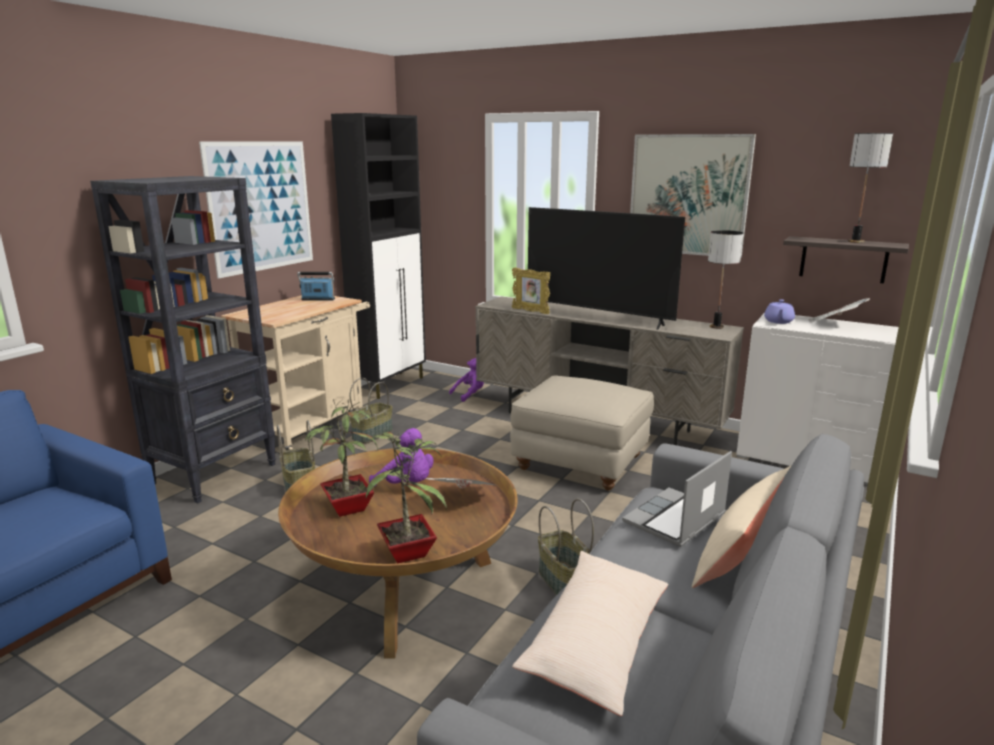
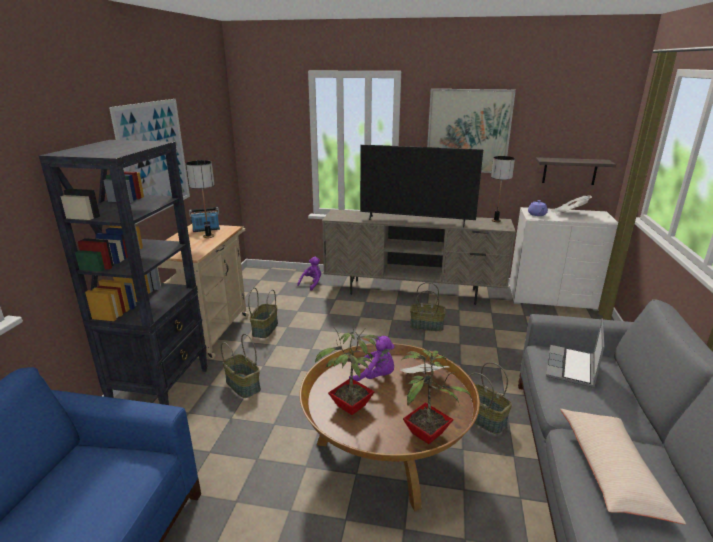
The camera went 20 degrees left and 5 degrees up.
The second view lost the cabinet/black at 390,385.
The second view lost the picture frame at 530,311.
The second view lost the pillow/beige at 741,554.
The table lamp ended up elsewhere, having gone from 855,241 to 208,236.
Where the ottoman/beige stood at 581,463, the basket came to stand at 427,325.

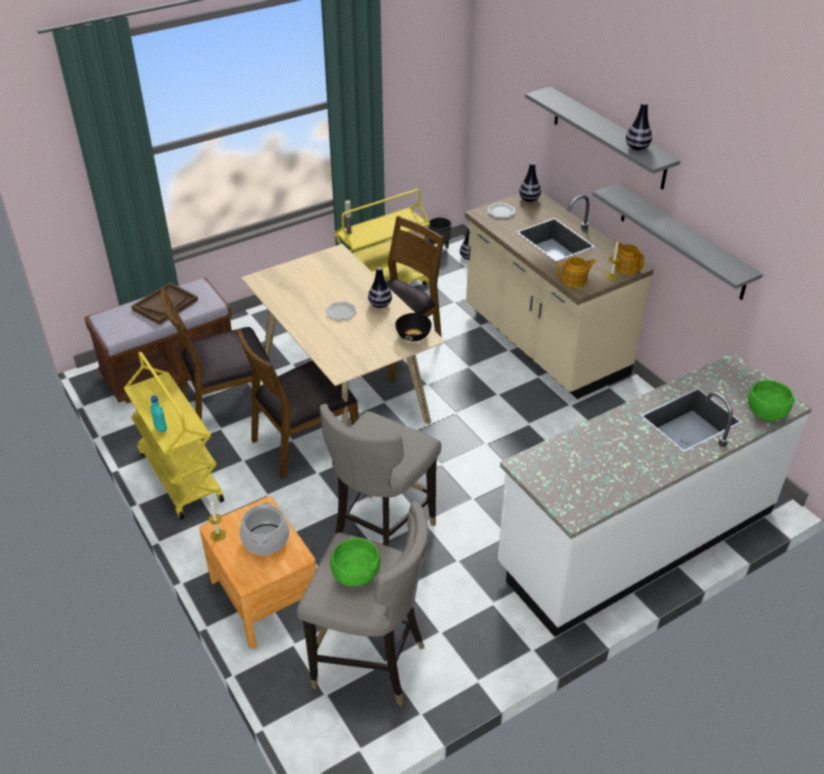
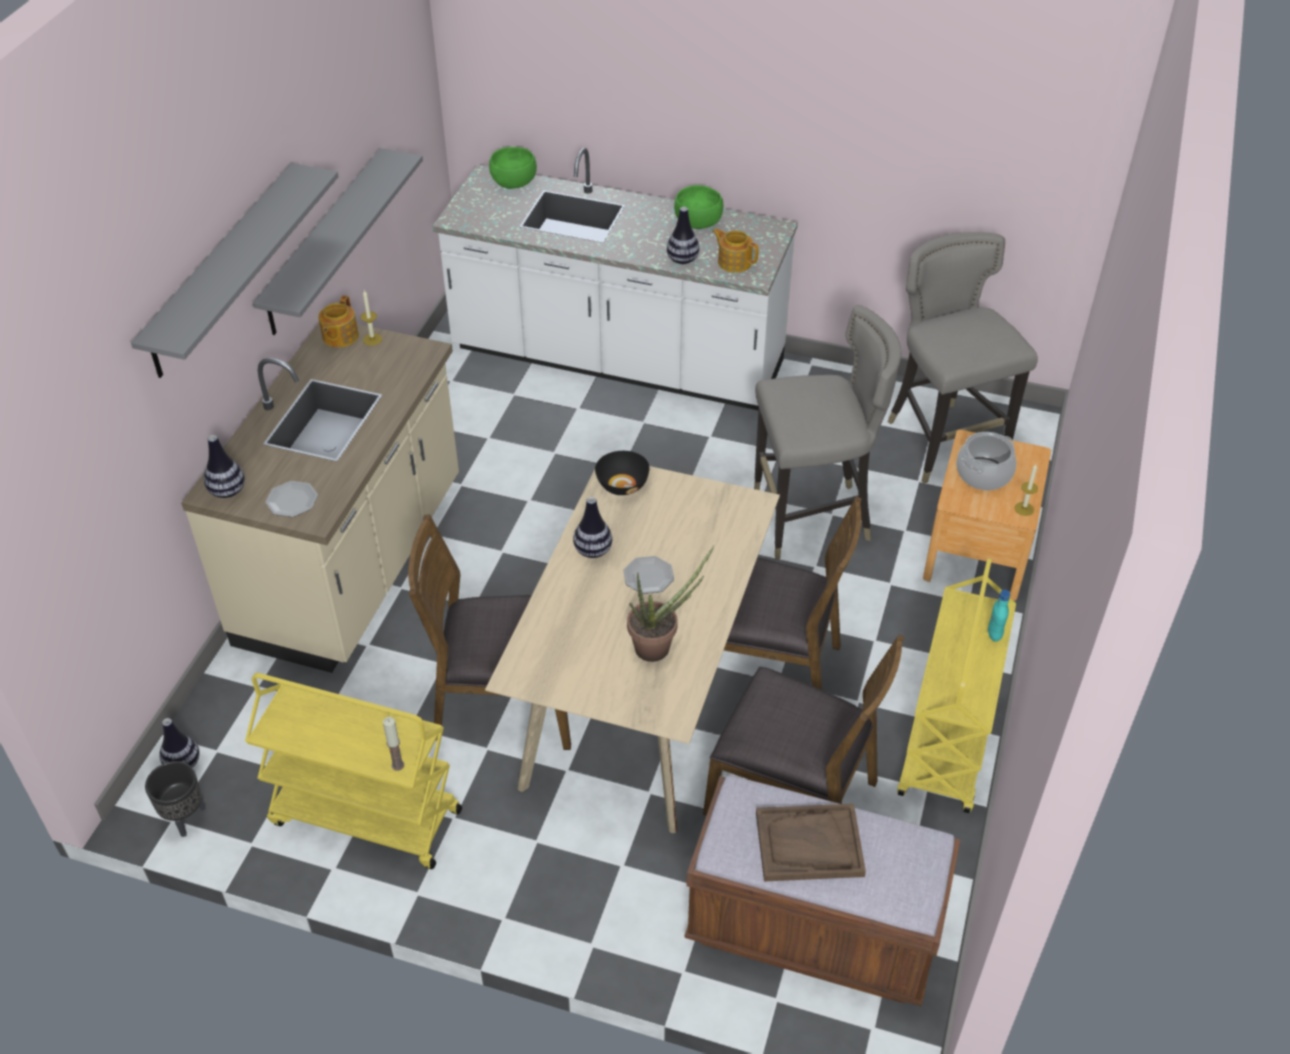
The camera went 130 degrees left and 5 degrees up.
The second view gained the potted plant at 660,646.
The bowl/green ended up elsewhere, having gone from 355,575 to 698,222.
The teapot ended up elsewhere, having gone from 575,280 to 734,262.
The vase ended up elsewhere, having gone from 637,148 to 682,260.

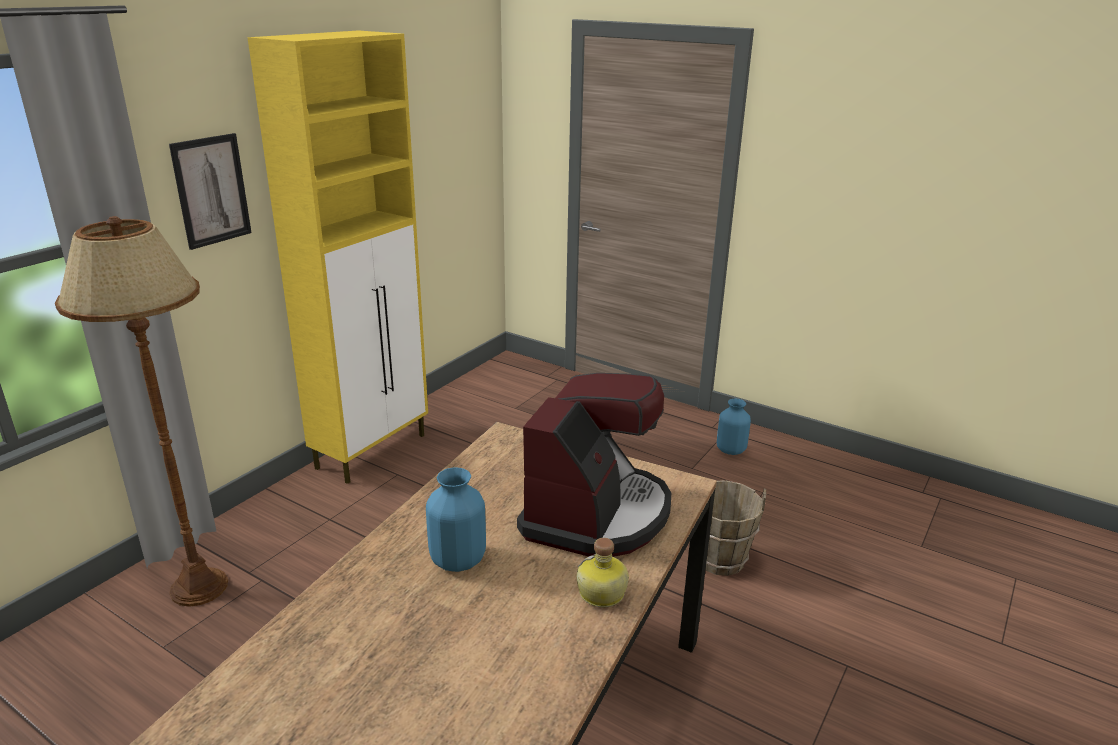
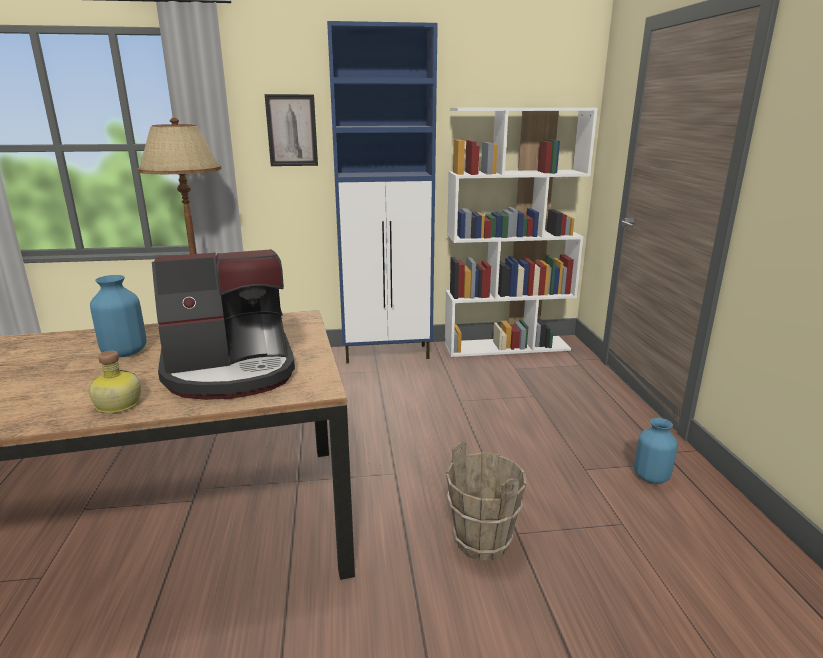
The camera went 50 degrees right and 5 degrees down.
The second view gained the bookcase/white at 507,346.
What was the cabinet/yellow at 373,451 turned into the cabinet/blue at 388,354.

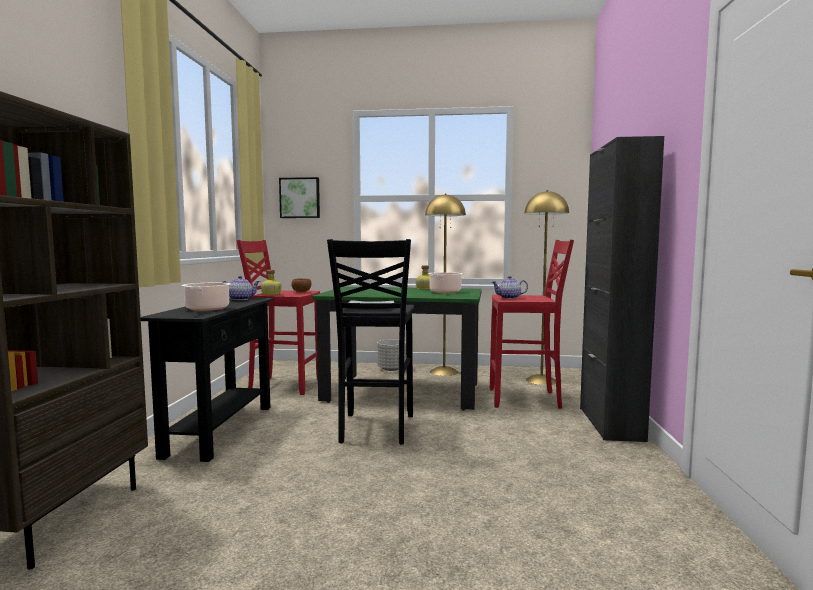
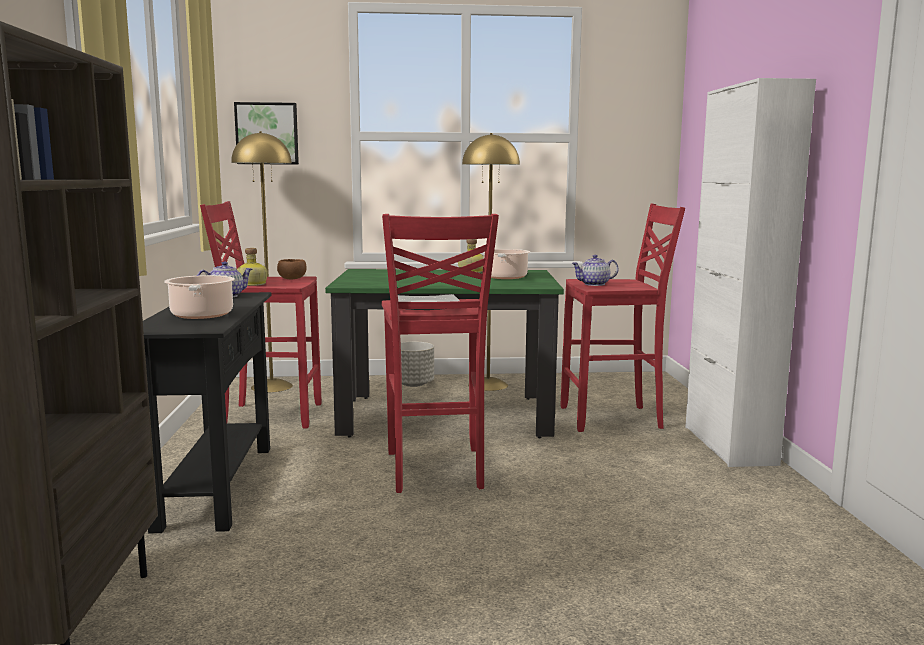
The camera went 10 degrees left and 5 degrees up.
The floor lamp/yellow ended up elsewhere, having gone from 541,380 to 272,386.
What was the stool/black at 375,429 turned into the stool/red at 435,471.
What was the cabinet/black at 610,423 turned into the cabinet/white at 729,445.

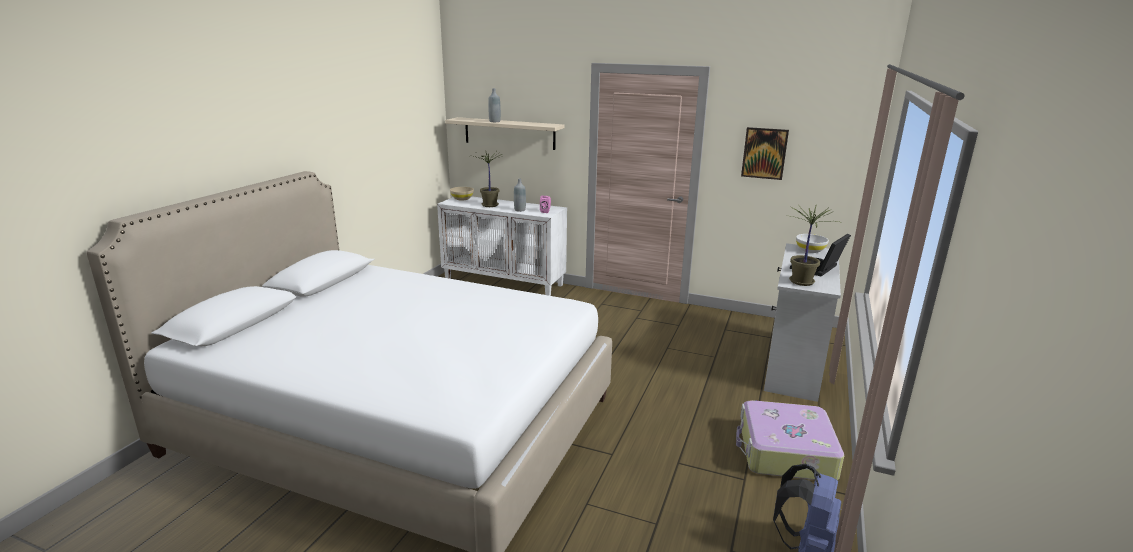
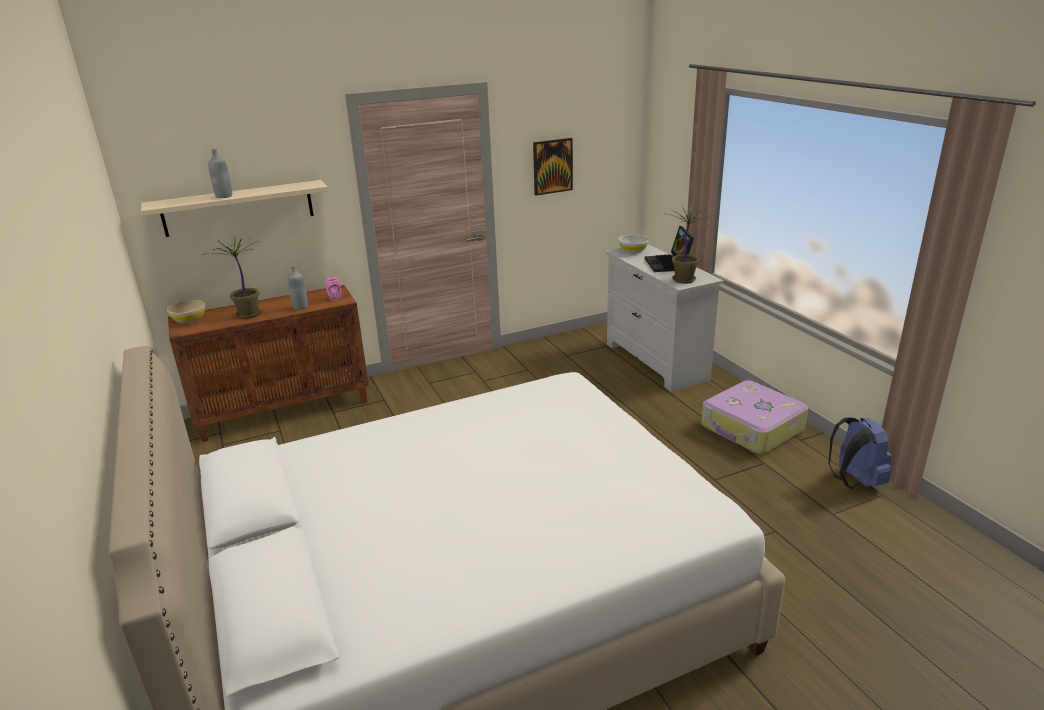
The camera went 45 degrees left and 5 degrees up.
What was the cabinet/white at 504,282 turned into the cabinet/brown at 285,409.

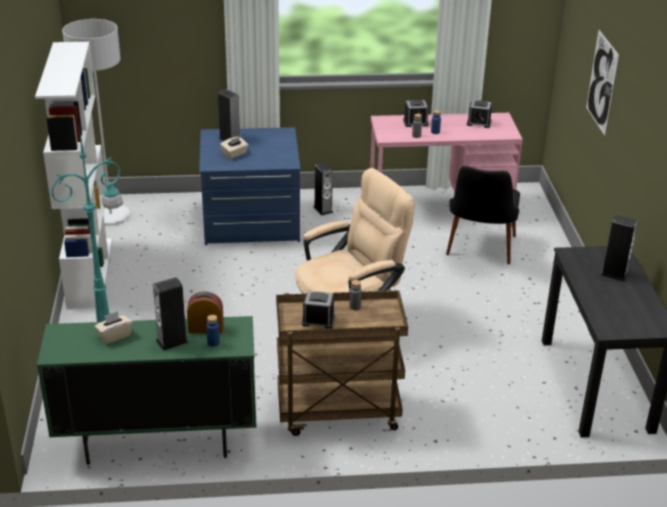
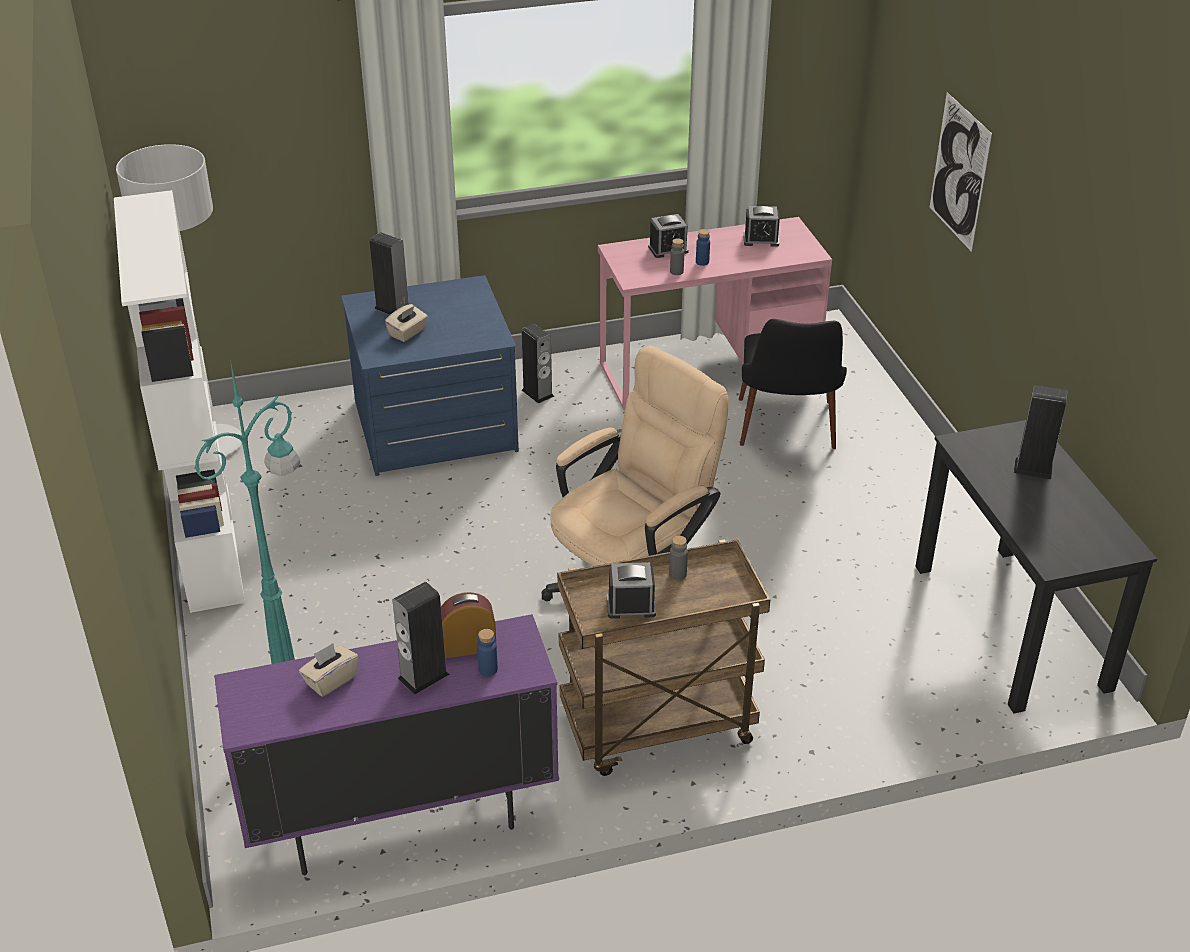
The camera went 10 degrees left and 5 degrees up.
What was the cabinet/green at 157,442 turned into the cabinet/purple at 401,819.

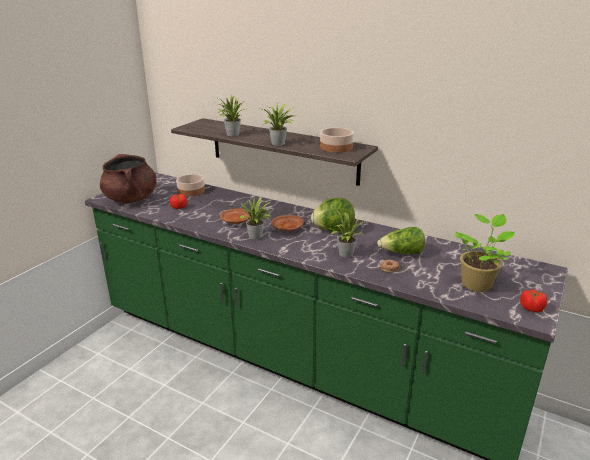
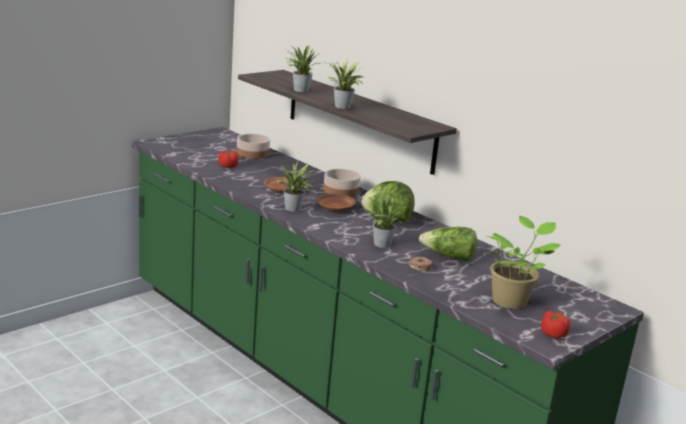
The camera went 15 degrees right and 5 degrees down.
The second view lost the cooking pot/brown at 131,199.
The bowl ended up elsewhere, having gone from 336,147 to 341,190.

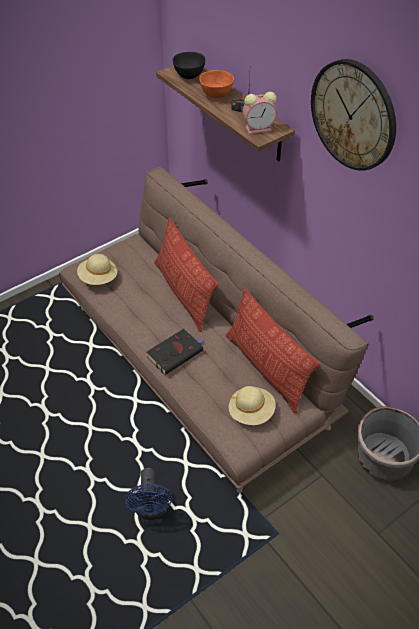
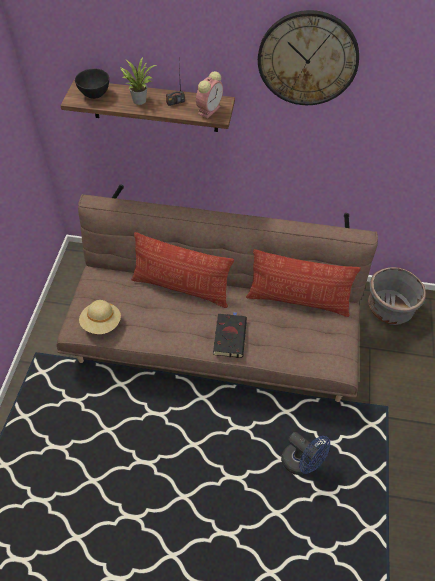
The camera went 45 degrees left and 5 degrees up.
The second view lost the hat/beige at 251,412.
Where the bowl/orange stood at 215,95, the potted plant came to stand at 139,99.

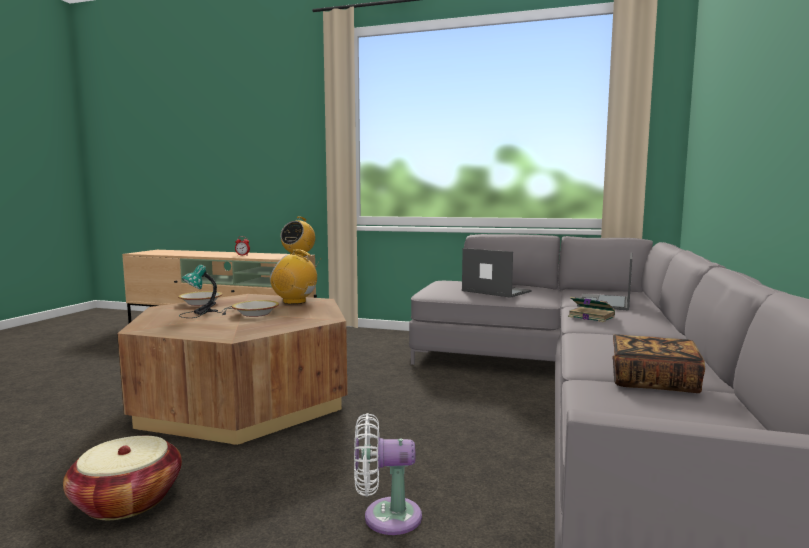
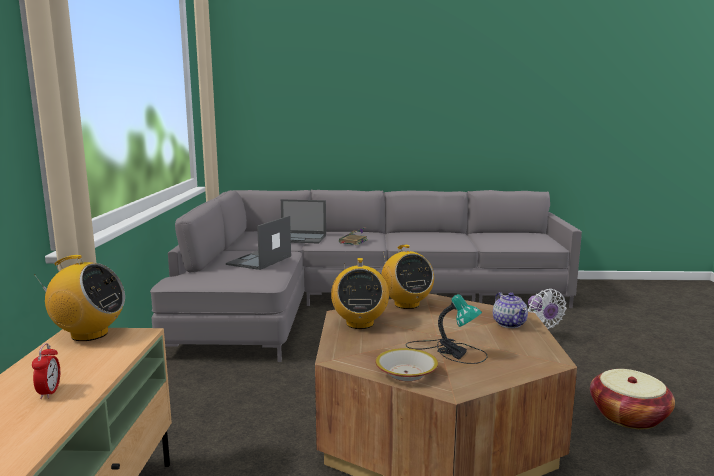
The camera went 105 degrees left and 5 degrees up.
The second view lost the bowl at 256,314.
The second view lost the book at 653,382.
The second view gained the radio at 406,304.
The second view gained the teapot at 509,323.

